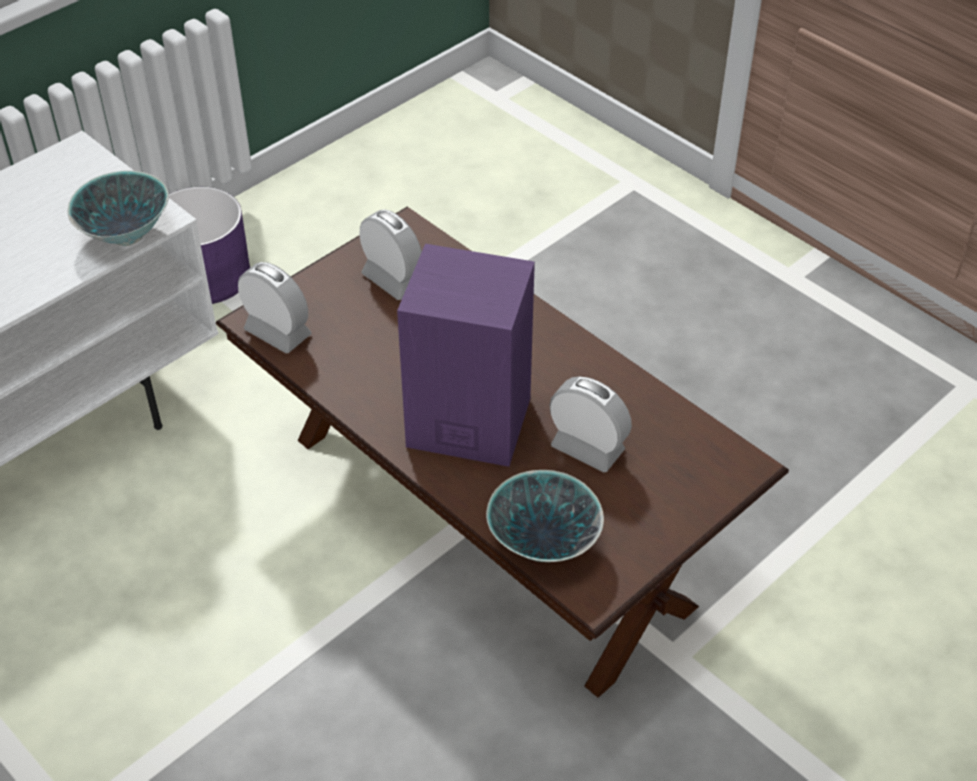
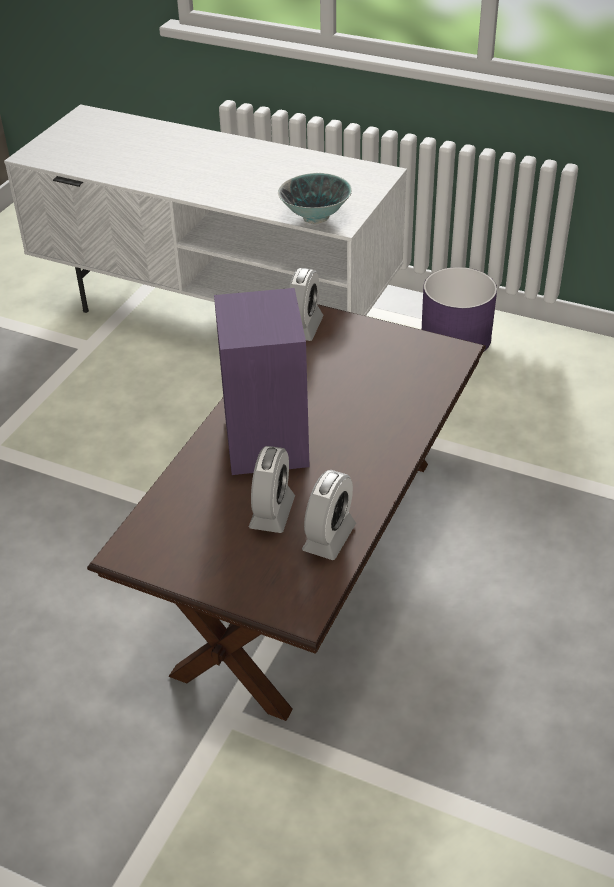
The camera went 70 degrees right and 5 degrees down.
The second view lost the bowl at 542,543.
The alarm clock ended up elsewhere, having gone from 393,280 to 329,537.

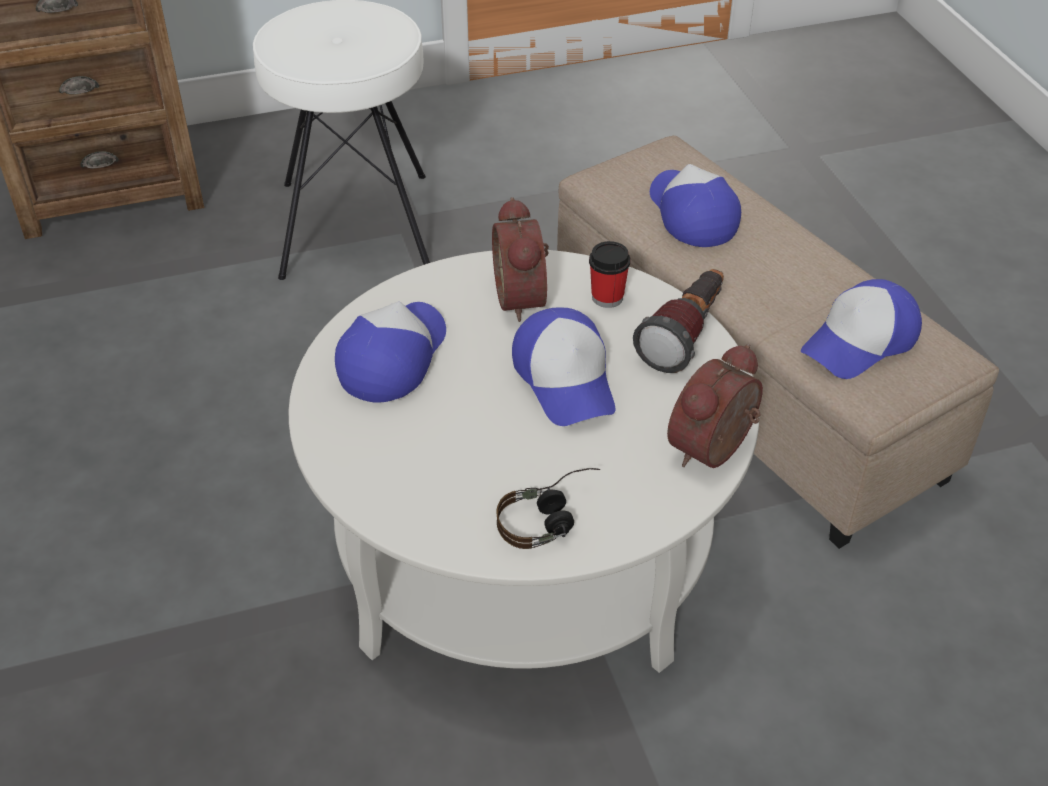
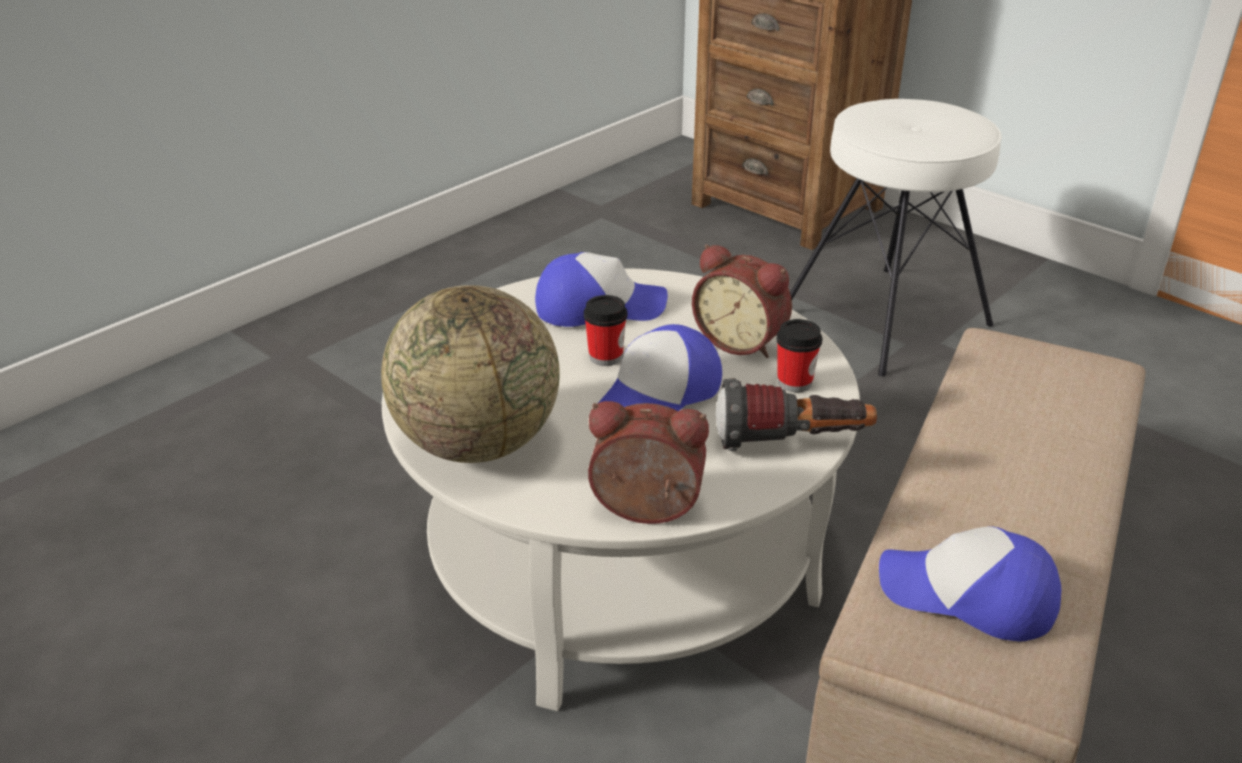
The camera went 60 degrees right and 10 degrees down.
The second view lost the cap at 691,214.
The second view gained the cup at 605,357.
Where the headphones stood at 551,518, the globe came to stand at 477,443.
The alarm clock at 525,298 ended up facing another way, 105 degrees counterclockwise from before.

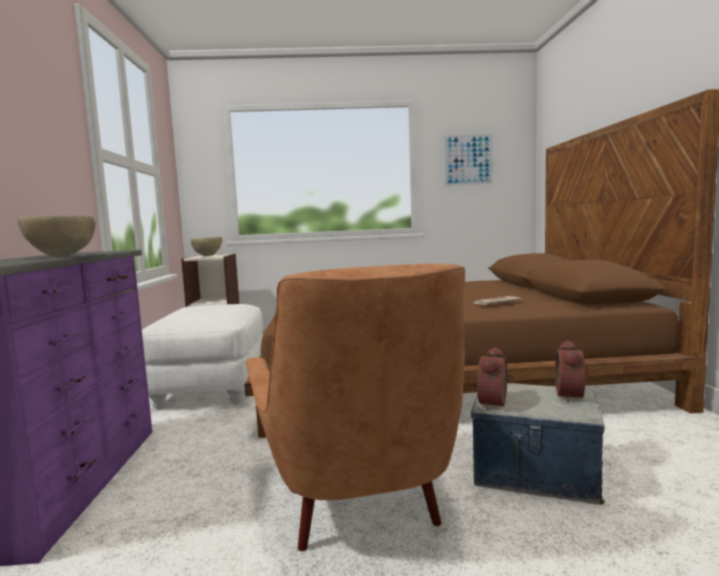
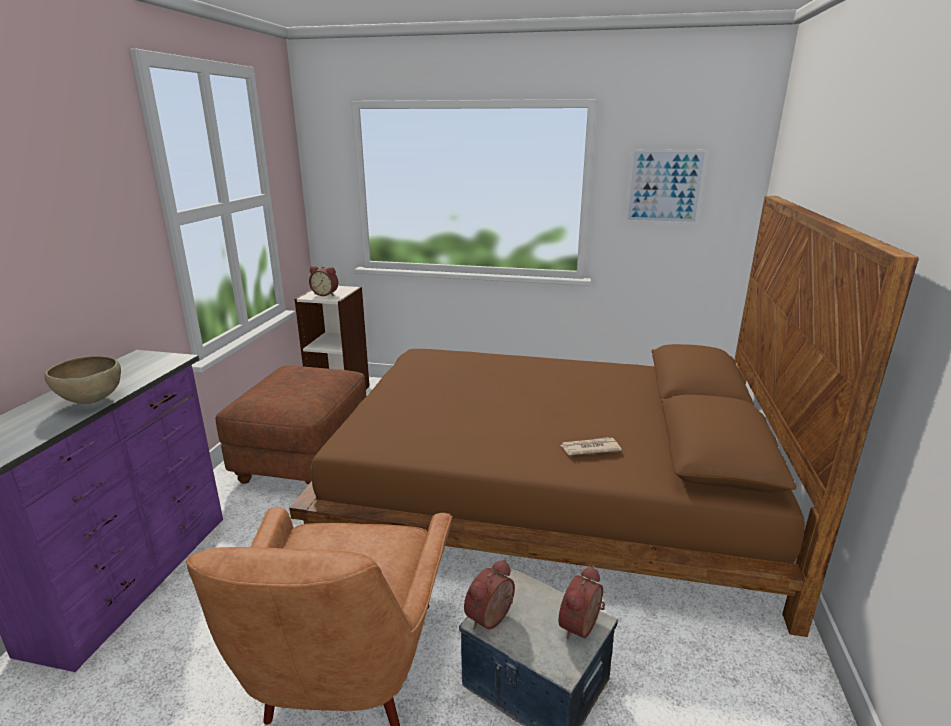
The camera went 15 degrees right and 15 degrees up.
Where the bowl/brown stood at 207,256, the alarm clock came to stand at 325,294.
What was the ottoman/white at 211,388 turned into the ottoman/brown at 304,459.

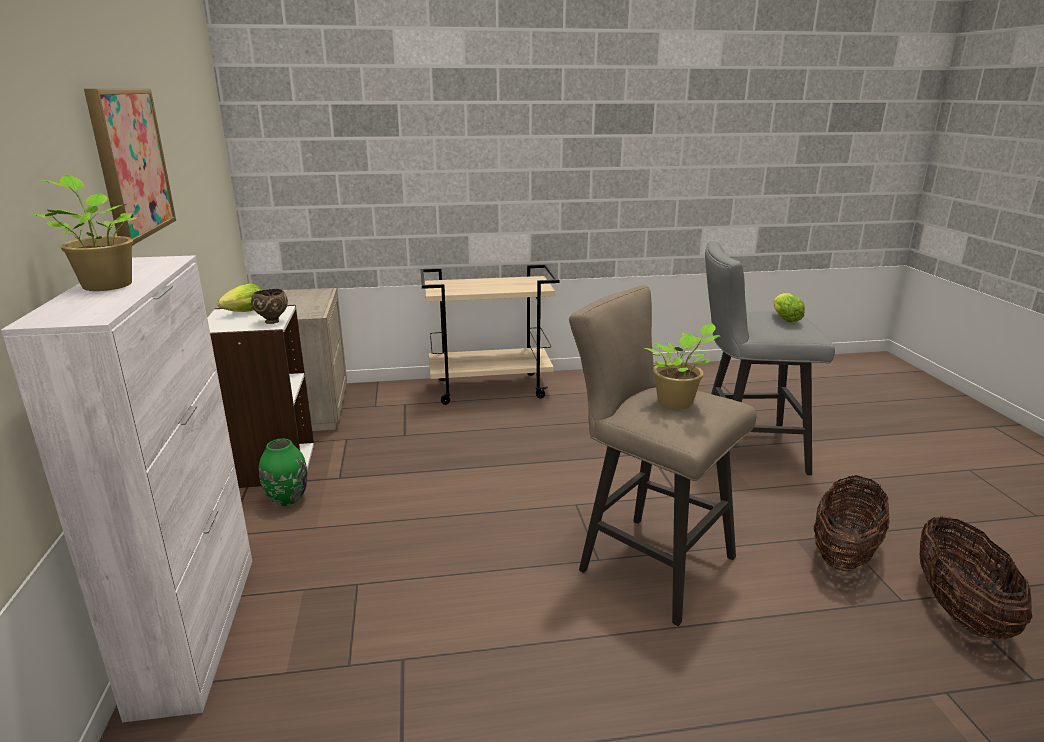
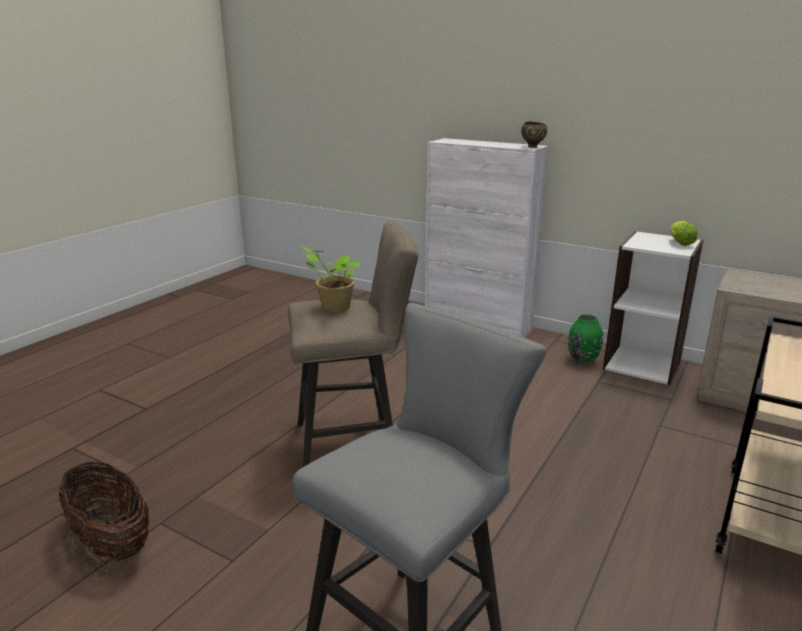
The camera went 130 degrees right and 0 degrees up.
The second view lost the potted plant at 106,285.
The second view lost the picture at 130,163.
The second view lost the lettuce at 784,319.
The second view lost the basket at 844,553.
The bowl/brown ended up elsewhere, having gone from 272,321 to 533,147.

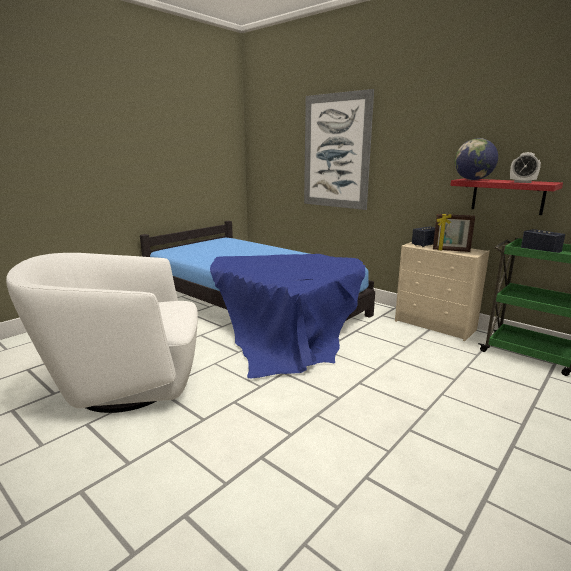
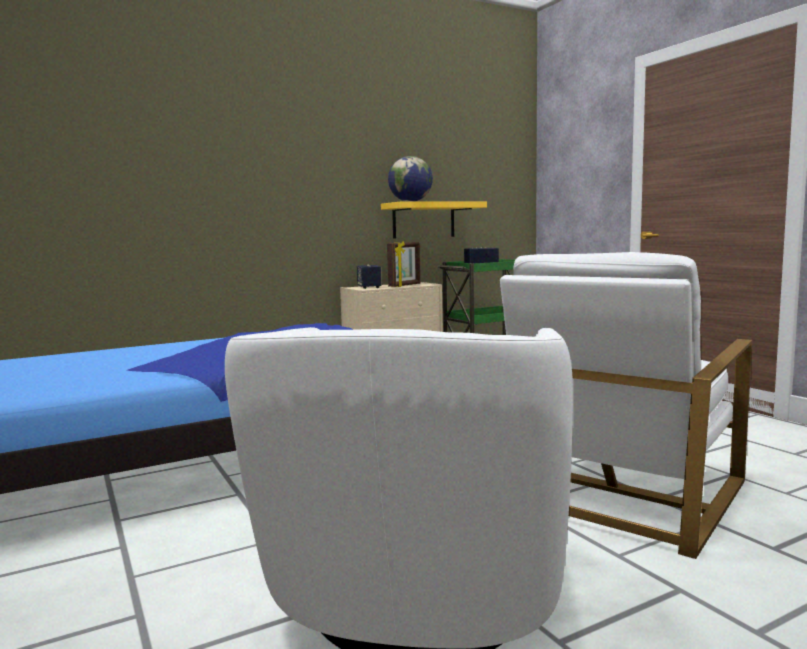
The camera went 70 degrees left and 10 degrees down.
The second view lost the picture at 336,151.
The second view lost the alarm clock at 522,182.
The second view gained the armchair/white at 614,488.
What was the shelf/red at 507,196 turned into the shelf/yellow at 423,220.

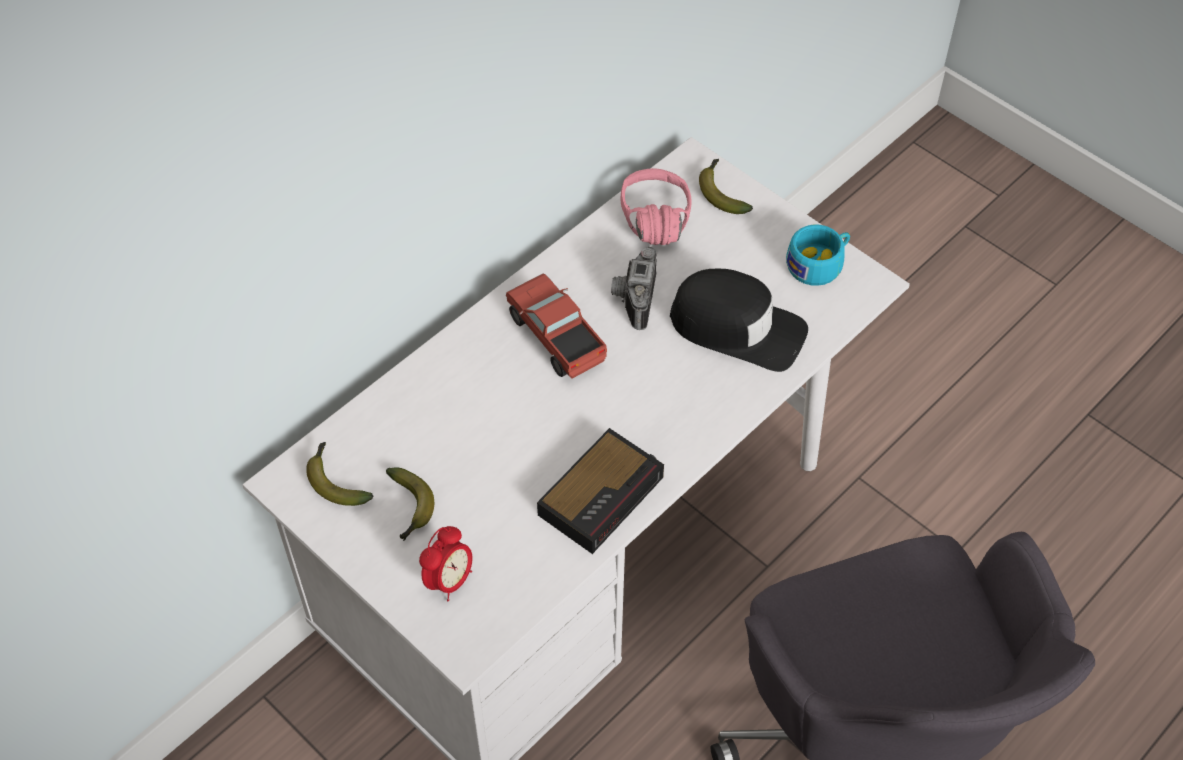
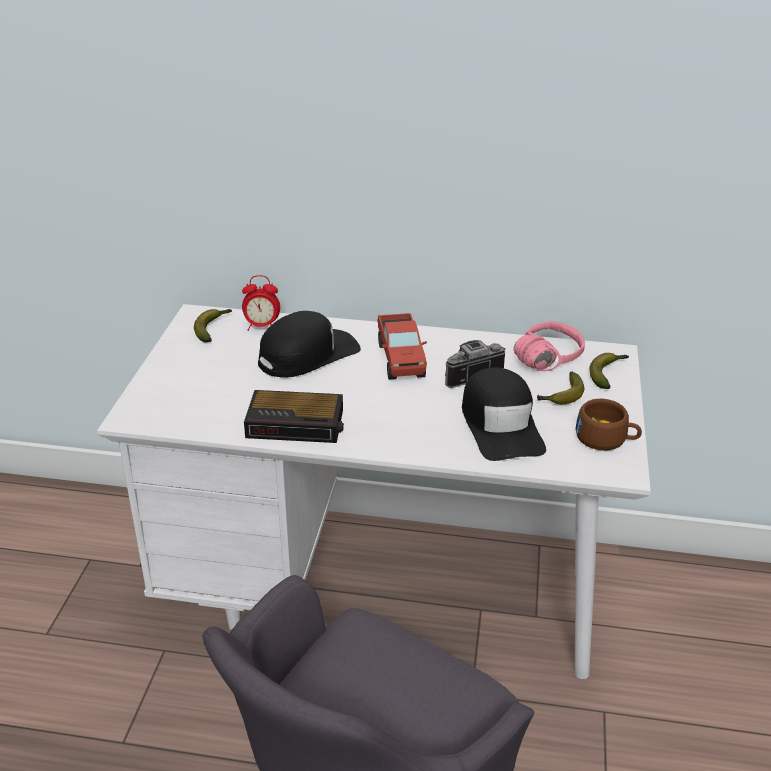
The camera went 55 degrees right and 20 degrees down.
The second view gained the cap/black at 308,355.
The banana ended up elsewhere, having gone from 410,508 to 561,396.
The alarm clock ended up elsewhere, having gone from 449,580 to 262,326.
What was the cup/turquoise at 819,264 turned into the cup/brown at 606,439.
The toy truck at 556,339 ended up facing another way, 150 degrees clockwise from before.

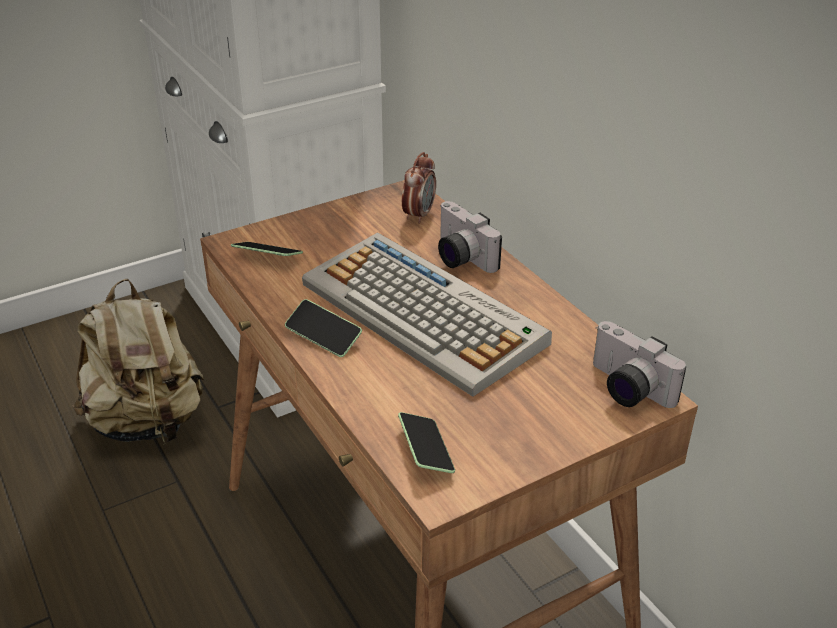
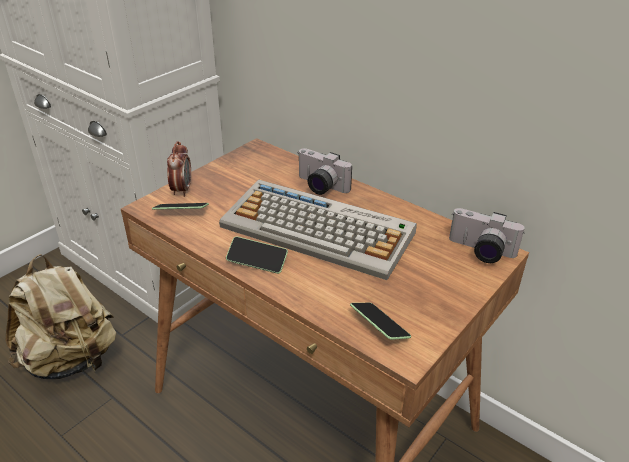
The camera went 20 degrees left and 0 degrees up.
The alarm clock ended up elsewhere, having gone from 418,215 to 181,190.

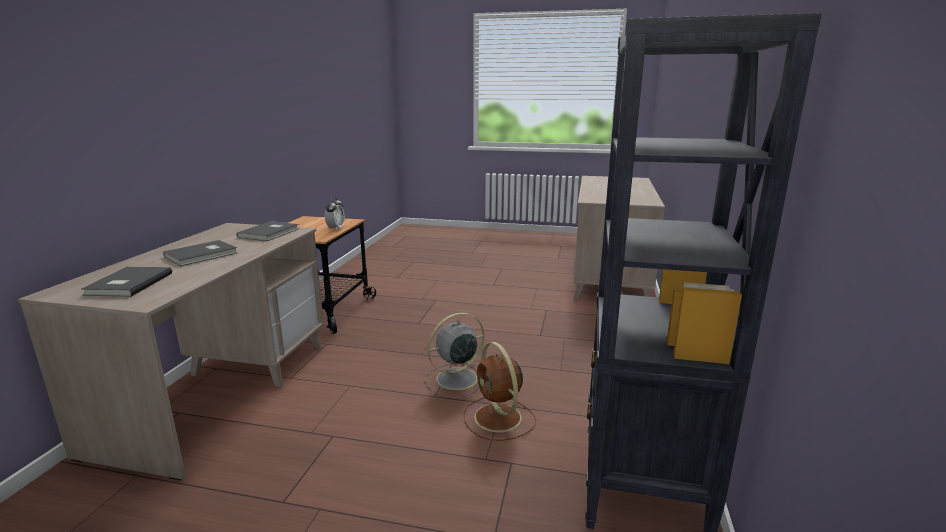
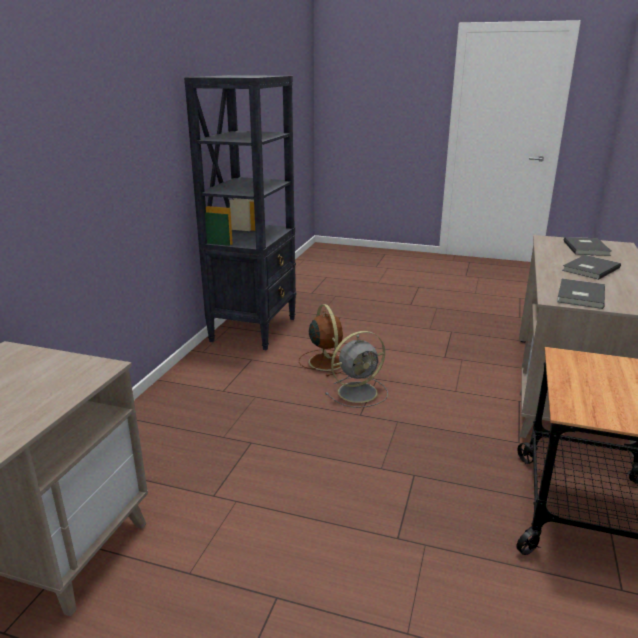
The camera went 175 degrees left and 5 degrees up.
The second view lost the alarm clock at 335,228.

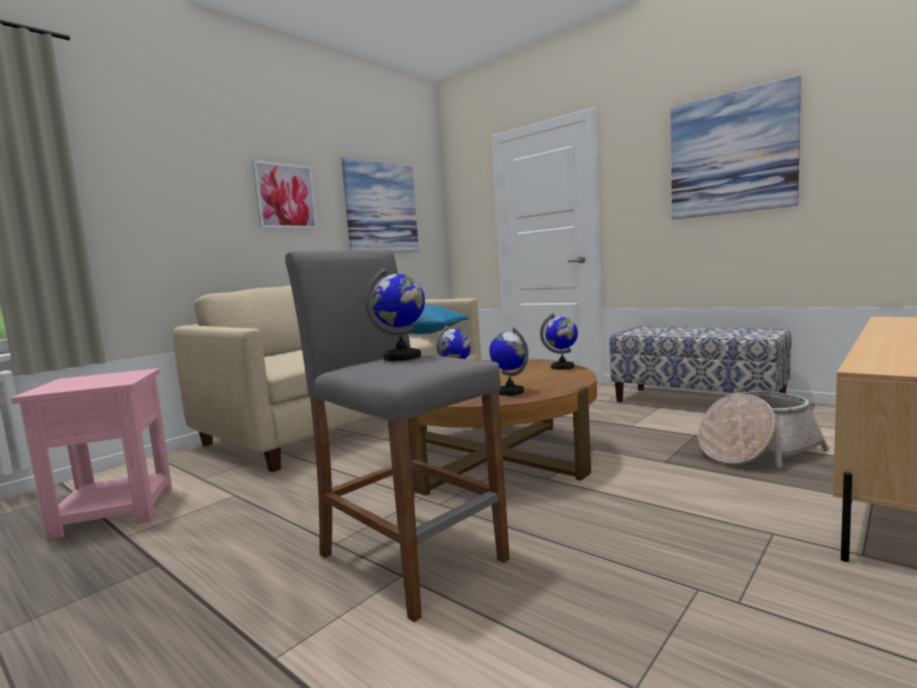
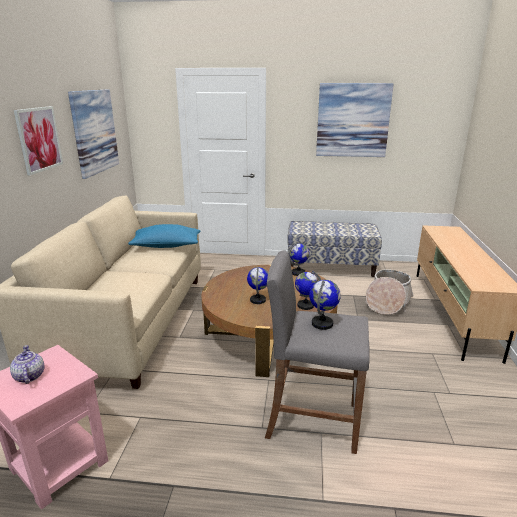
The camera went 35 degrees left and 15 degrees up.
The second view gained the teapot at 29,376.

